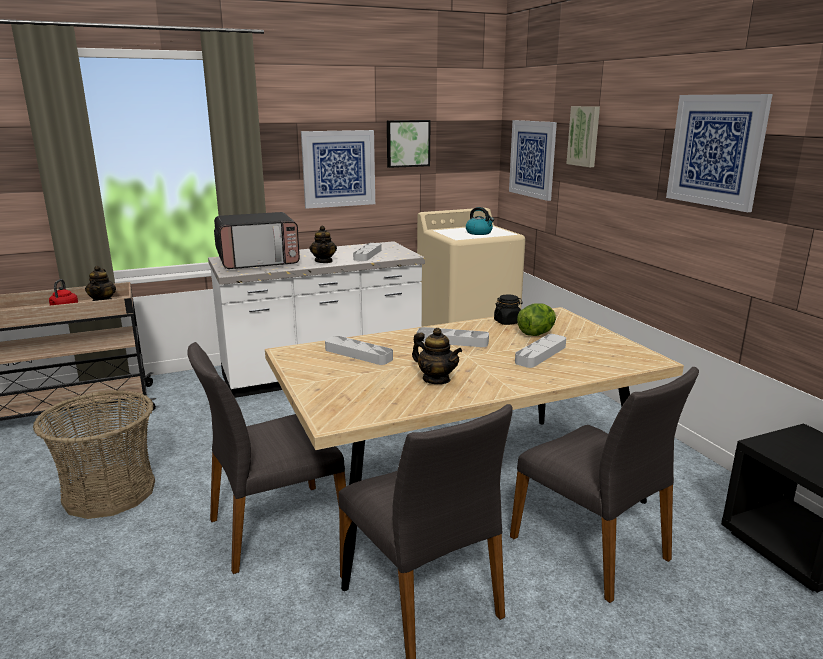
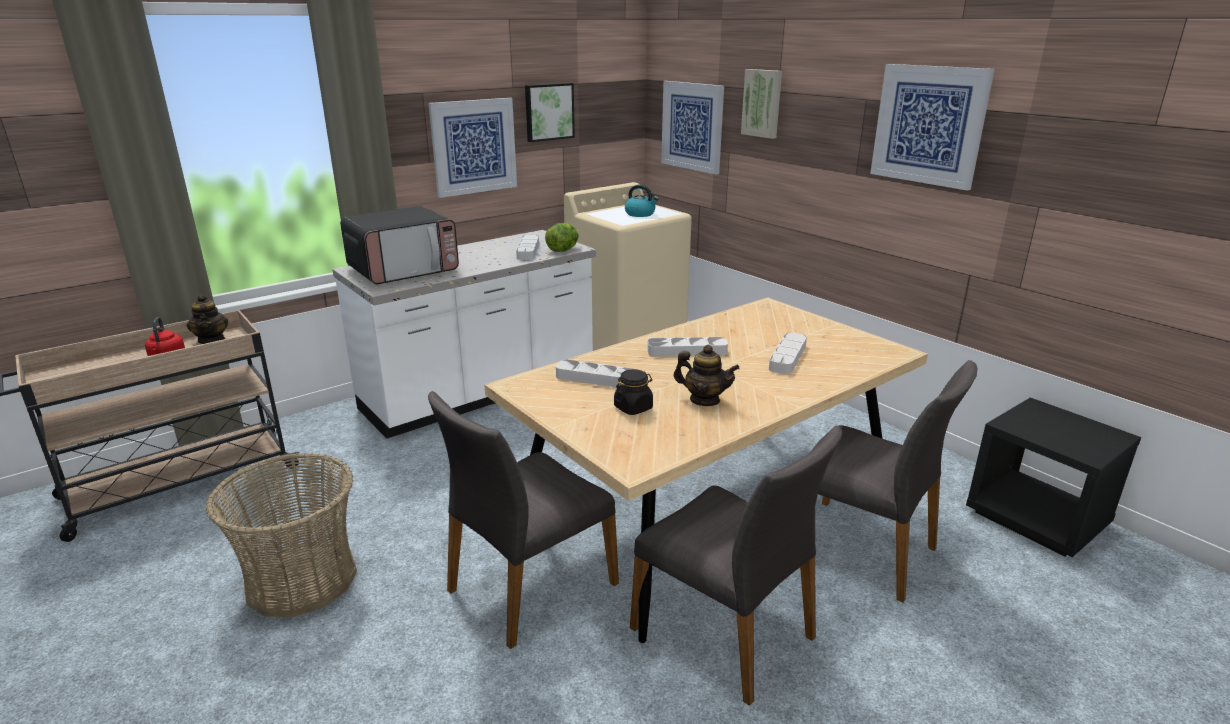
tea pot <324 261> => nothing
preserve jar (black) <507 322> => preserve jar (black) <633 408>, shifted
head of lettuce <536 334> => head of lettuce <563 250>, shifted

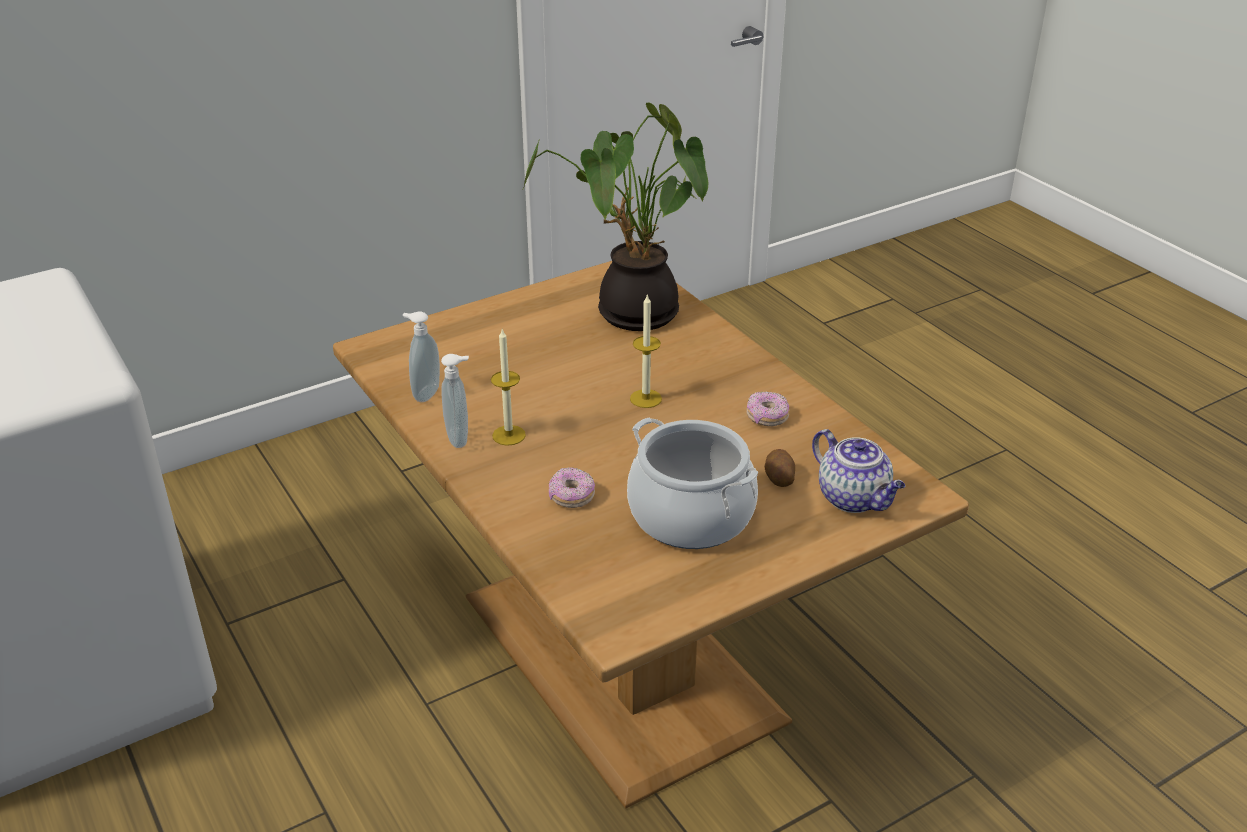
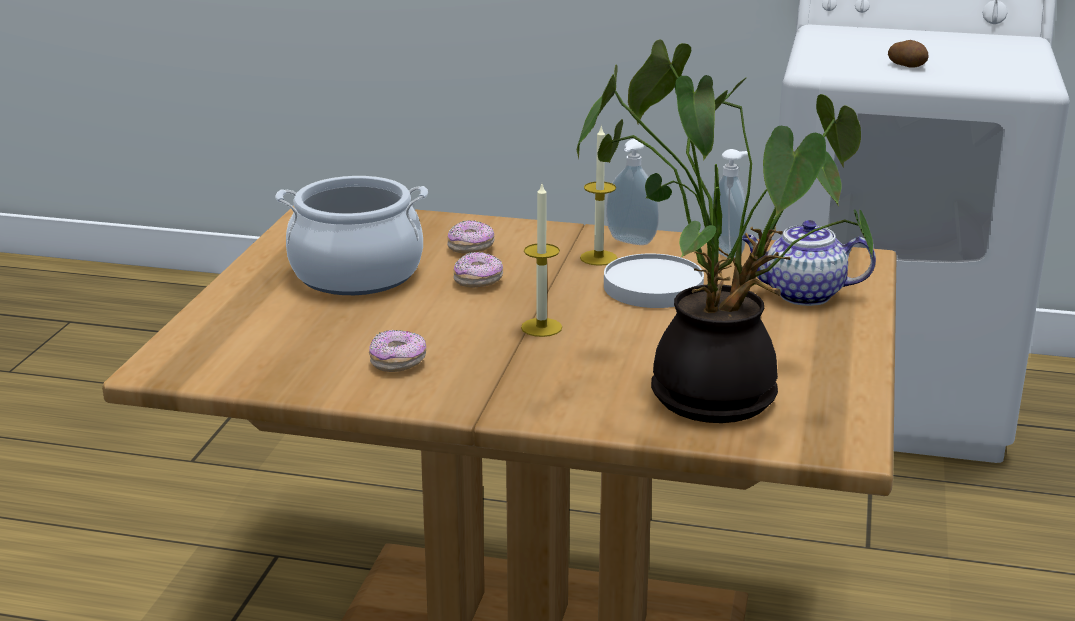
tea pot <854 499> => tea pot <802 295>, shifted
potato <778 478> => potato <907 66>, shifted
nothing => ring doughnut <478 281>
nothing => plate (white) <652 286>

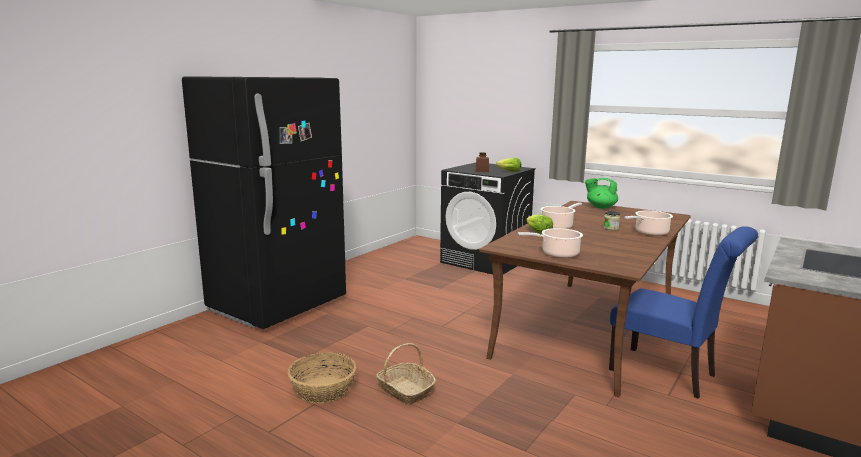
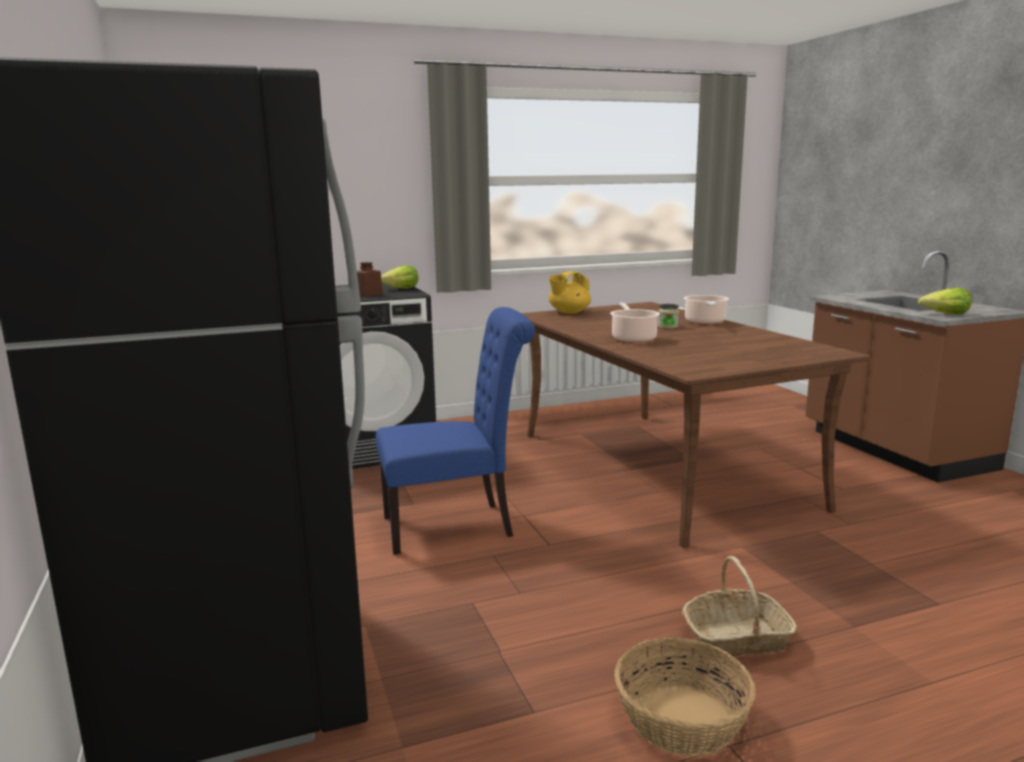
tea pot (greenish) <600 207> => tea pot (yellow-coloured) <569 312>
head of lettuce <538 233> => head of lettuce <945 314>, shifted
plain chair (bluish) <669 374> => plain chair (bluish) <456 526>, shifted
saucepot <557 254> => nothing

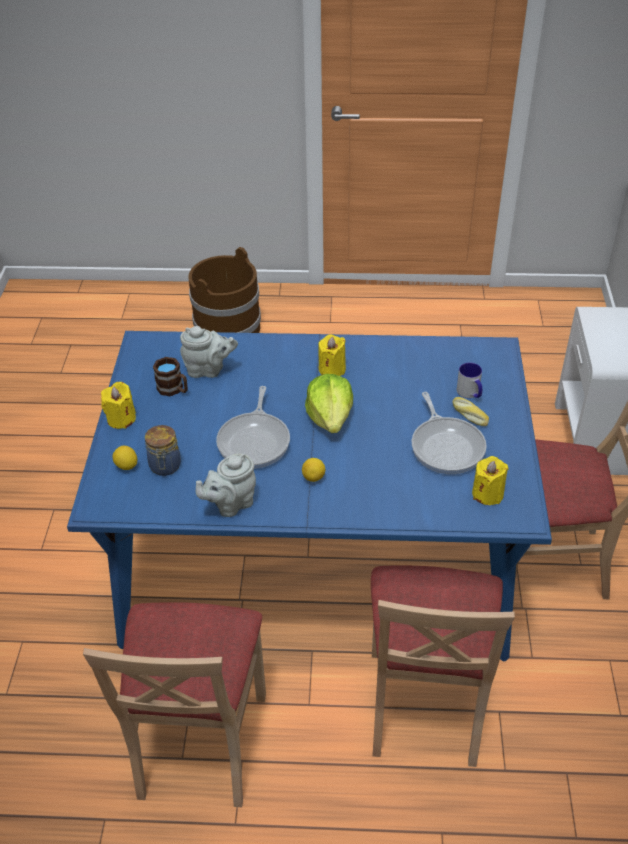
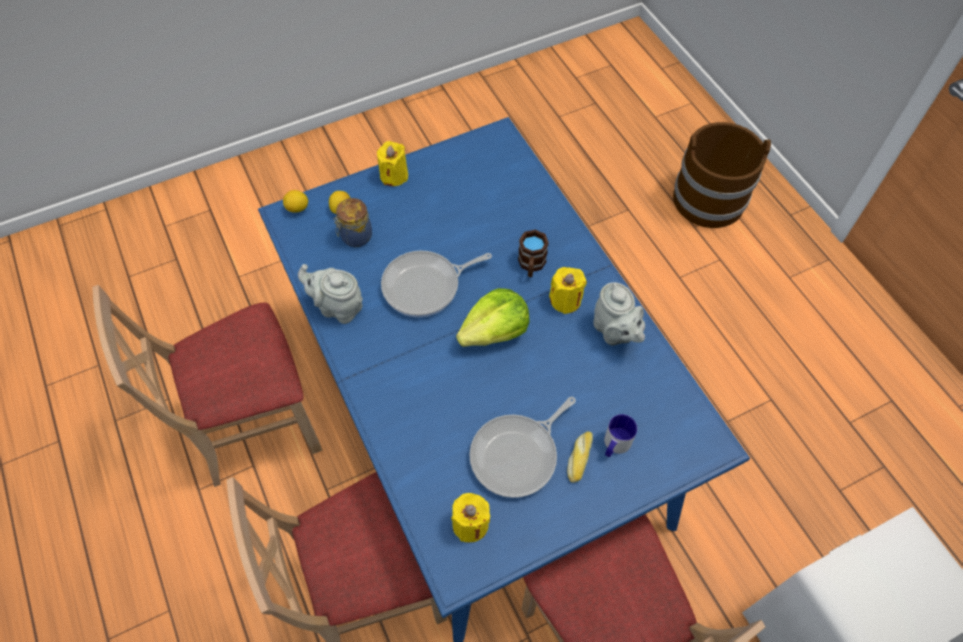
tea pot (grey) <208 370> => tea pot (grey) <615 332>, shifted
tea mug (brownish) <174 389> => tea mug (brownish) <531 265>, shifted
citrus fruit <313 477> => citrus fruit <297 208>, shifted

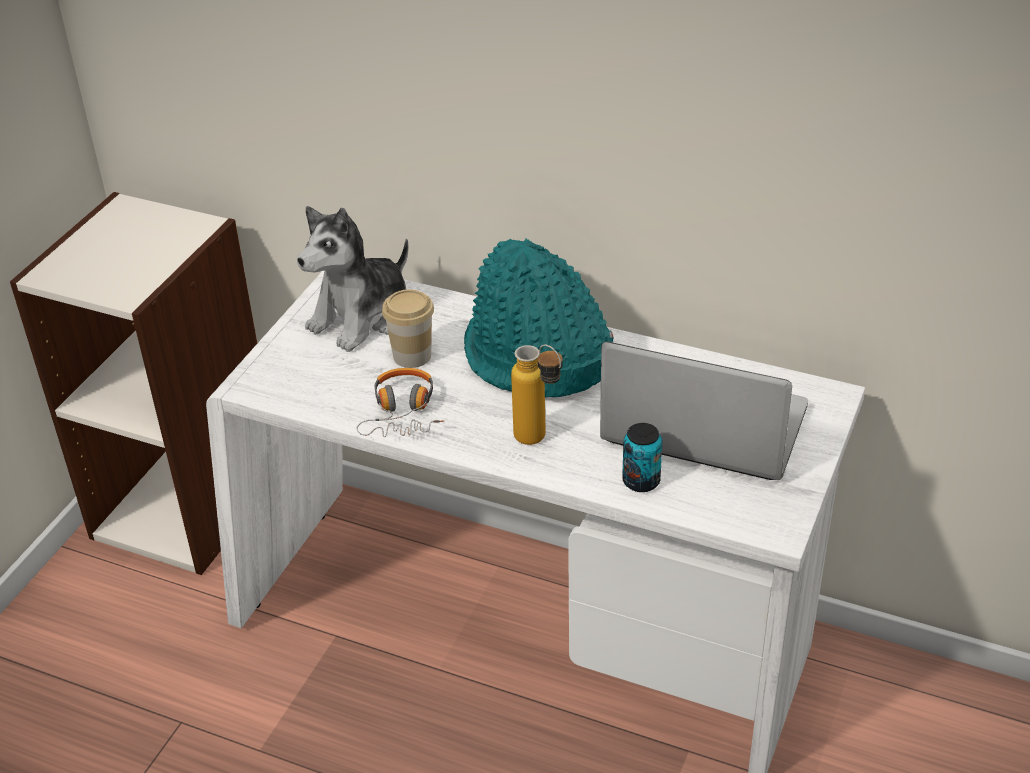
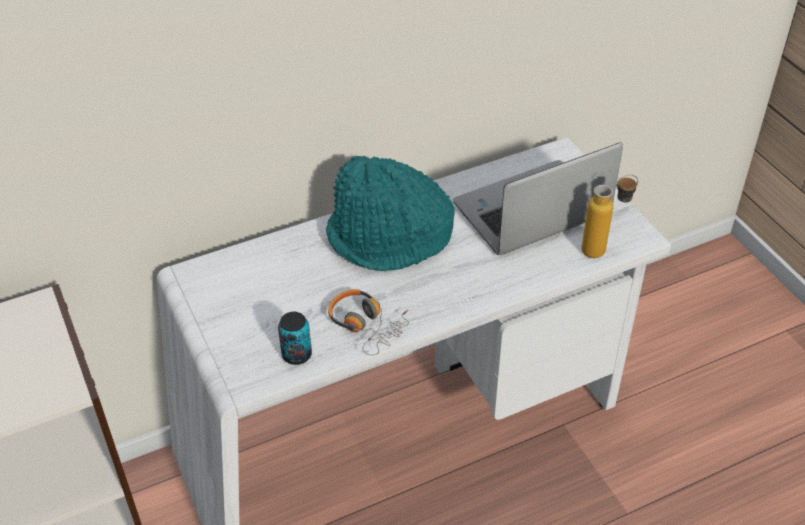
plush toy <362 318> => nothing
small cup <412 356> => nothing
drink bottle <539 441> => drink bottle <603 250>, shifted
sealed can <641 481> => sealed can <297 355>, shifted

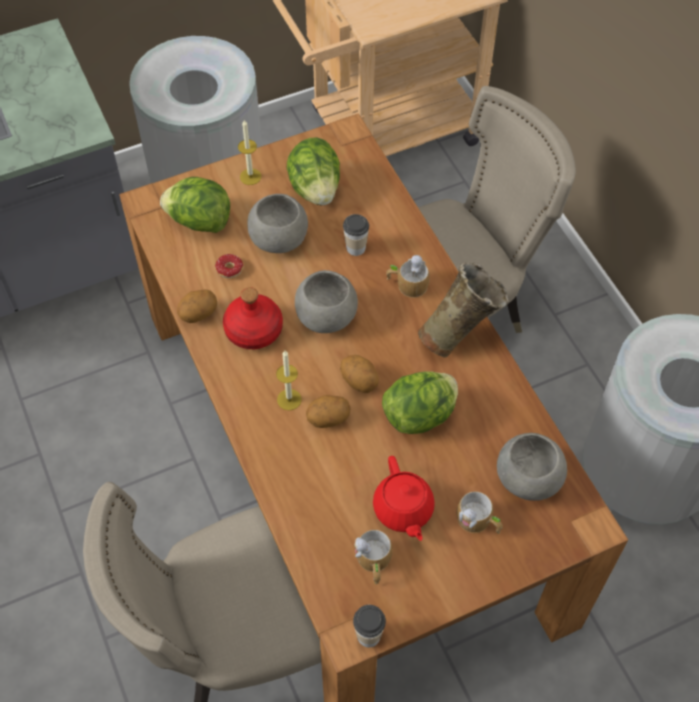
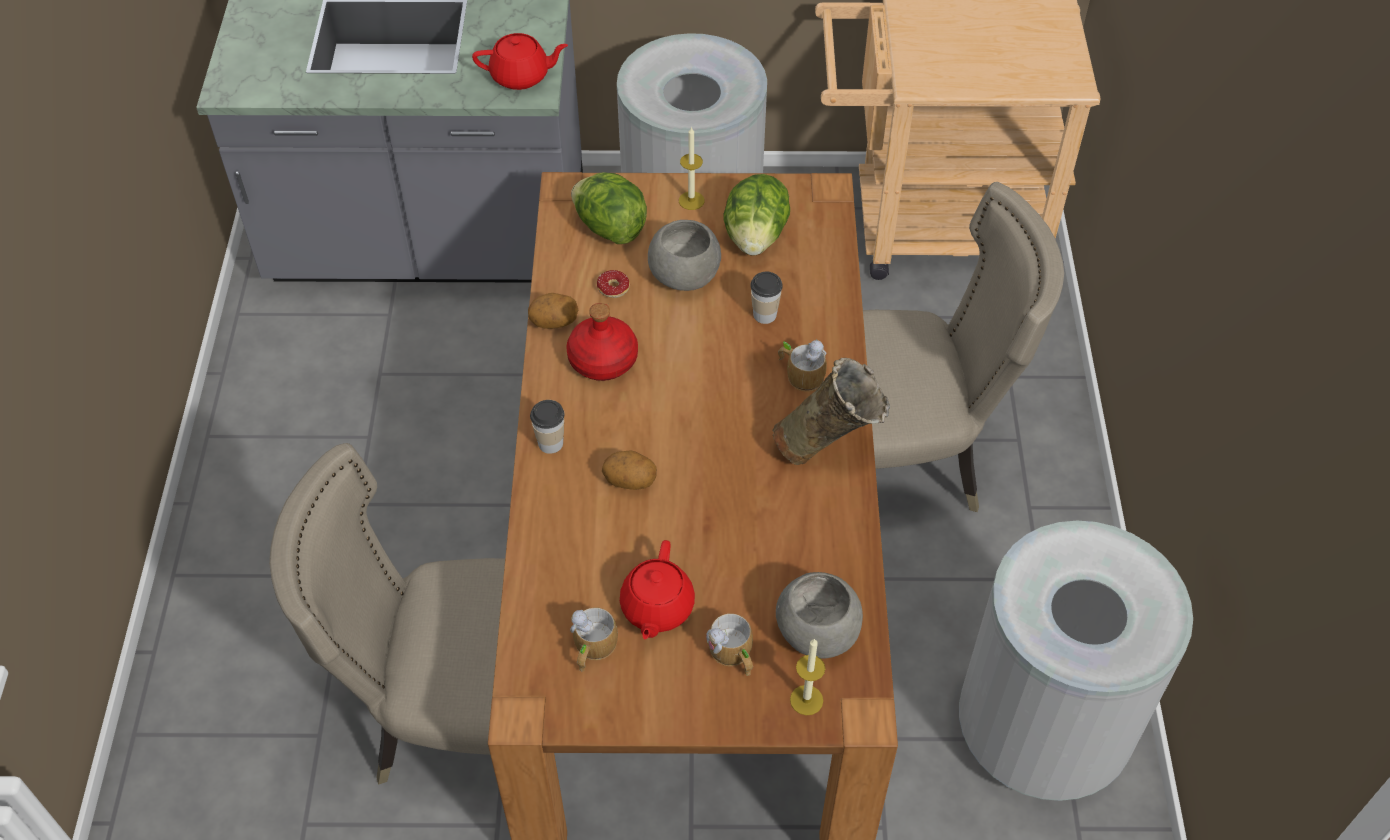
deep dish (grey) <325 316> => nothing
candle <289 399> => candle <806 700>, shifted
potato <359 381> => nothing
head of lettuce <420 415> => nothing
small cup <368 635> => small cup <550 443>, shifted
nothing => tea pot (red) <521 76>

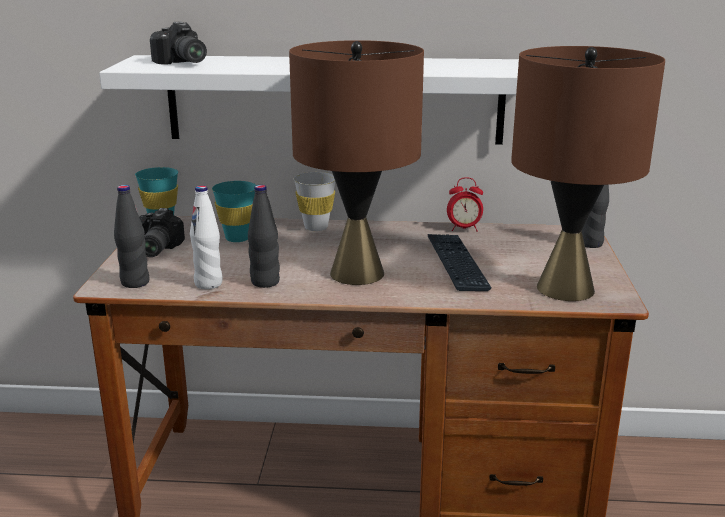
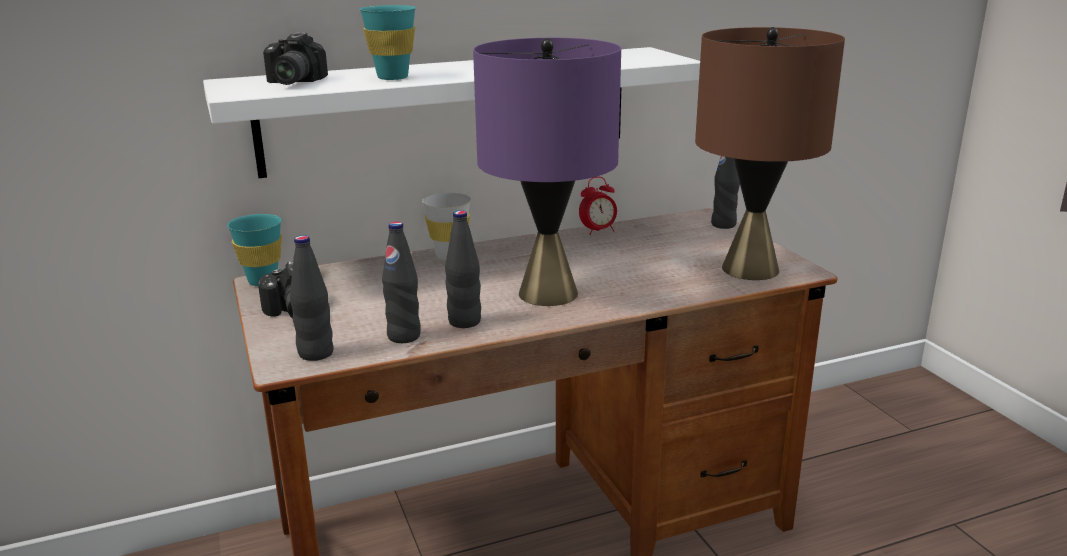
still camera <181 63> => still camera <290 82>, 60 degrees clockwise
table lamp (brownish) <356 273> => table lamp (purple-coloured) <547 293>
small cup (blue-green) <237 238> => small cup (blue-green) <392 77>, shifted
drink bottle (white) <208 283> => drink bottle (black) <404 336>
computer keyboard <456 263> => nothing

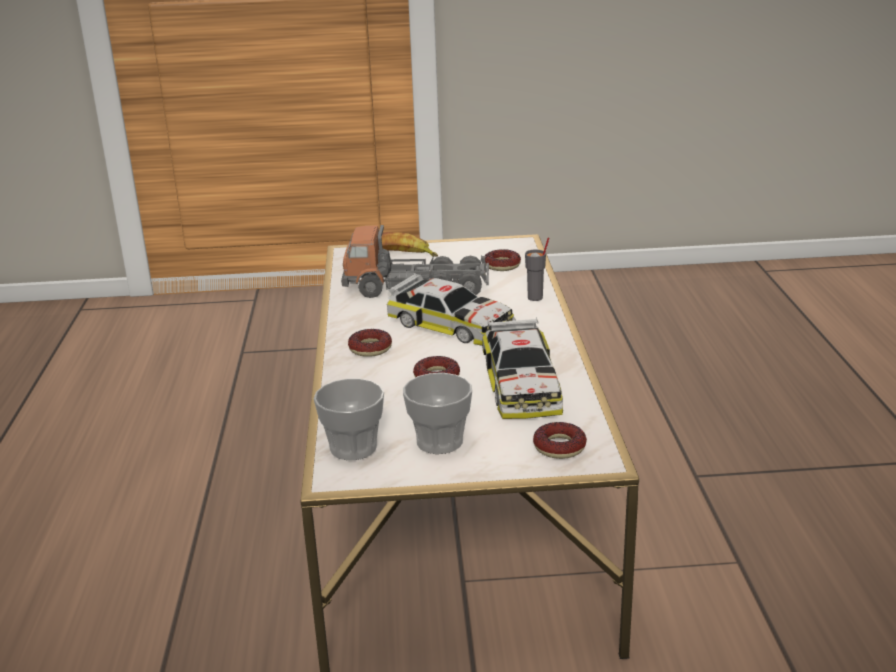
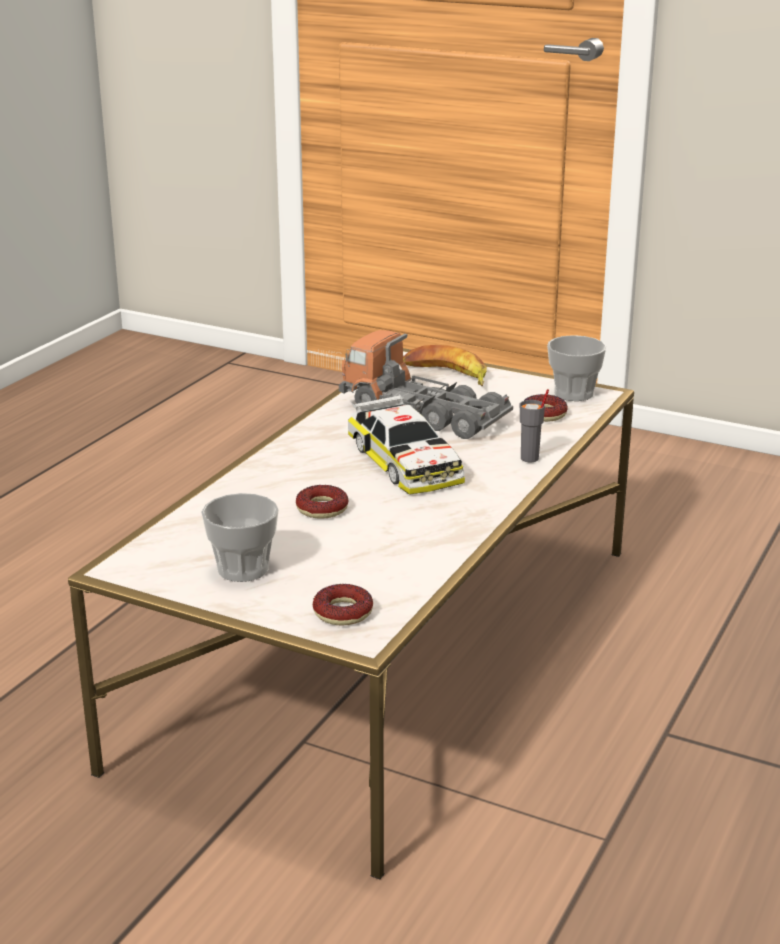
miniature car <522 385> => nothing
ring doughnut <370 348> => nothing
small cup <353 448> => small cup <573 393>, shifted

